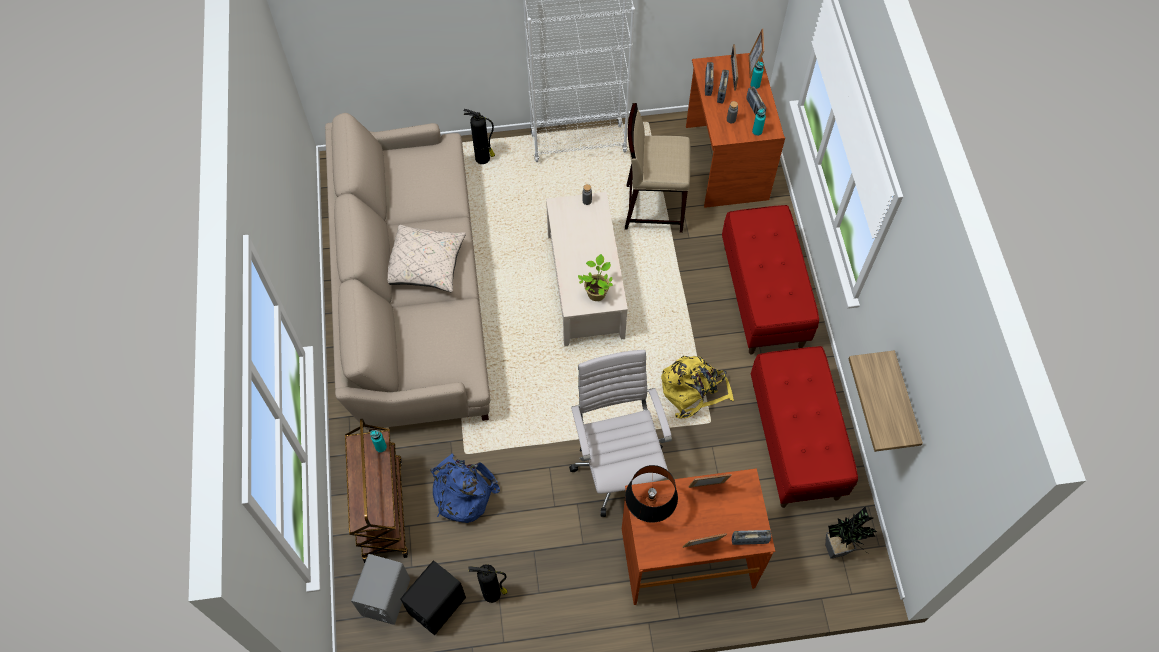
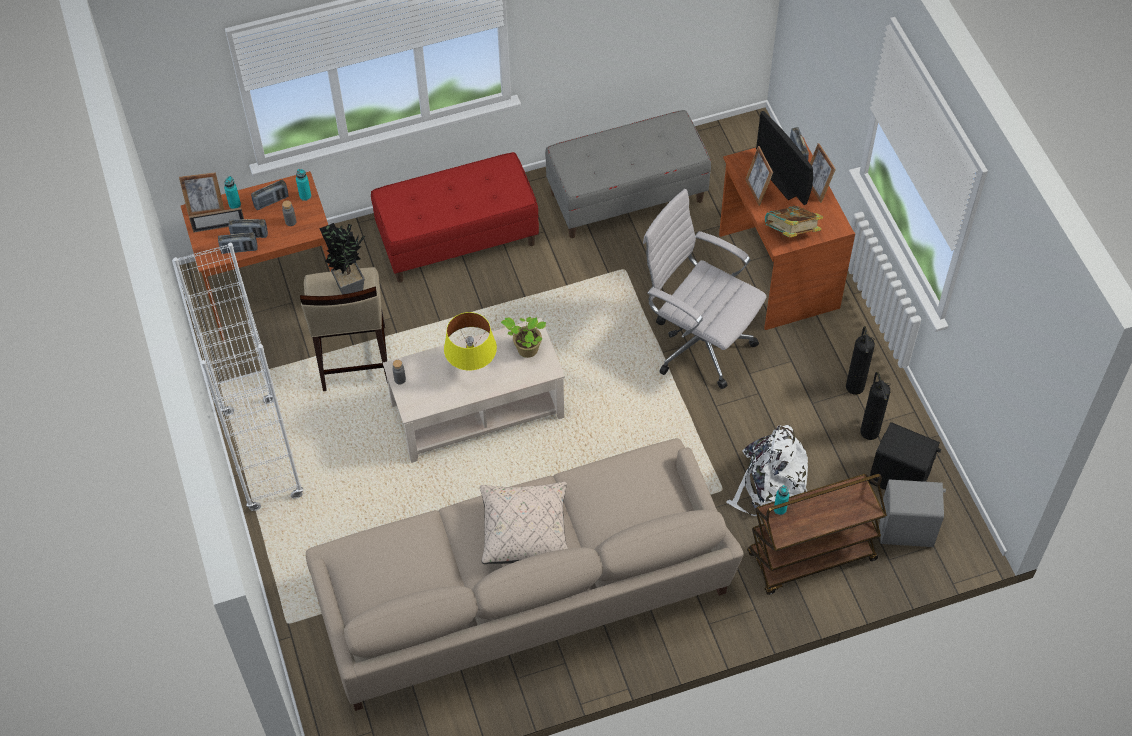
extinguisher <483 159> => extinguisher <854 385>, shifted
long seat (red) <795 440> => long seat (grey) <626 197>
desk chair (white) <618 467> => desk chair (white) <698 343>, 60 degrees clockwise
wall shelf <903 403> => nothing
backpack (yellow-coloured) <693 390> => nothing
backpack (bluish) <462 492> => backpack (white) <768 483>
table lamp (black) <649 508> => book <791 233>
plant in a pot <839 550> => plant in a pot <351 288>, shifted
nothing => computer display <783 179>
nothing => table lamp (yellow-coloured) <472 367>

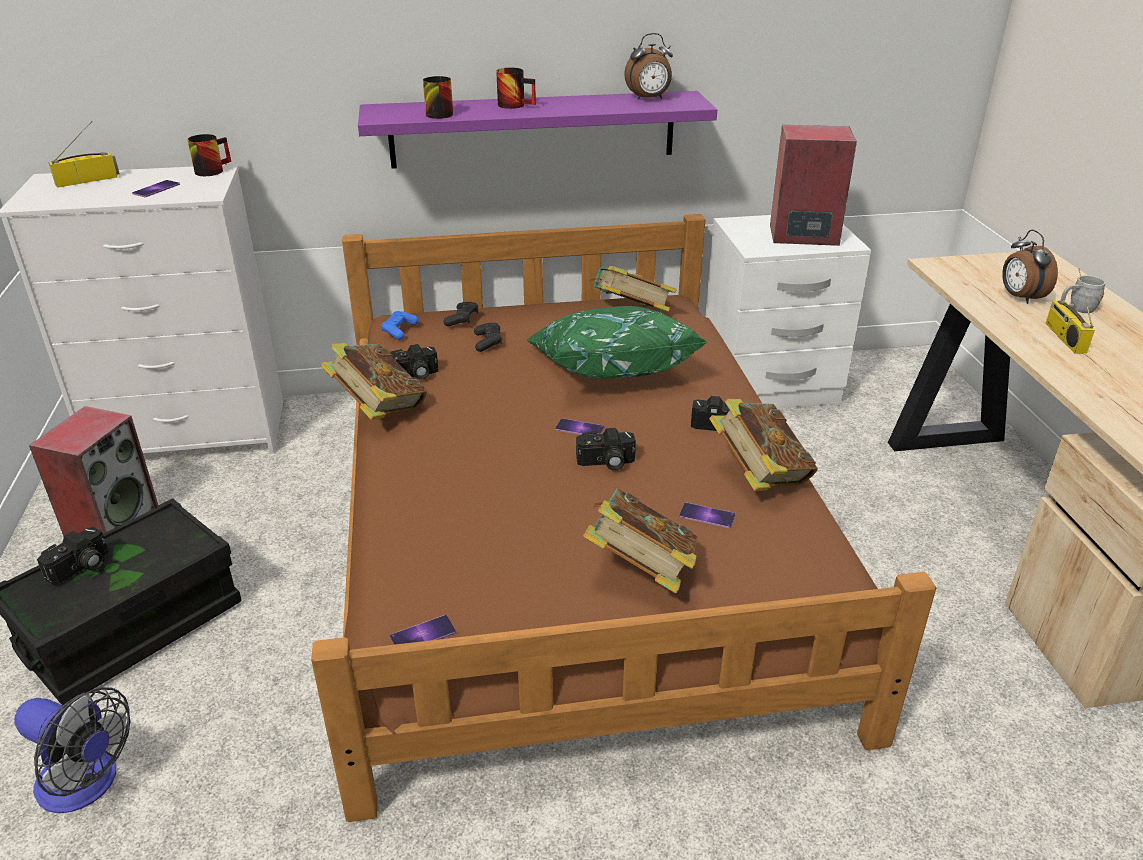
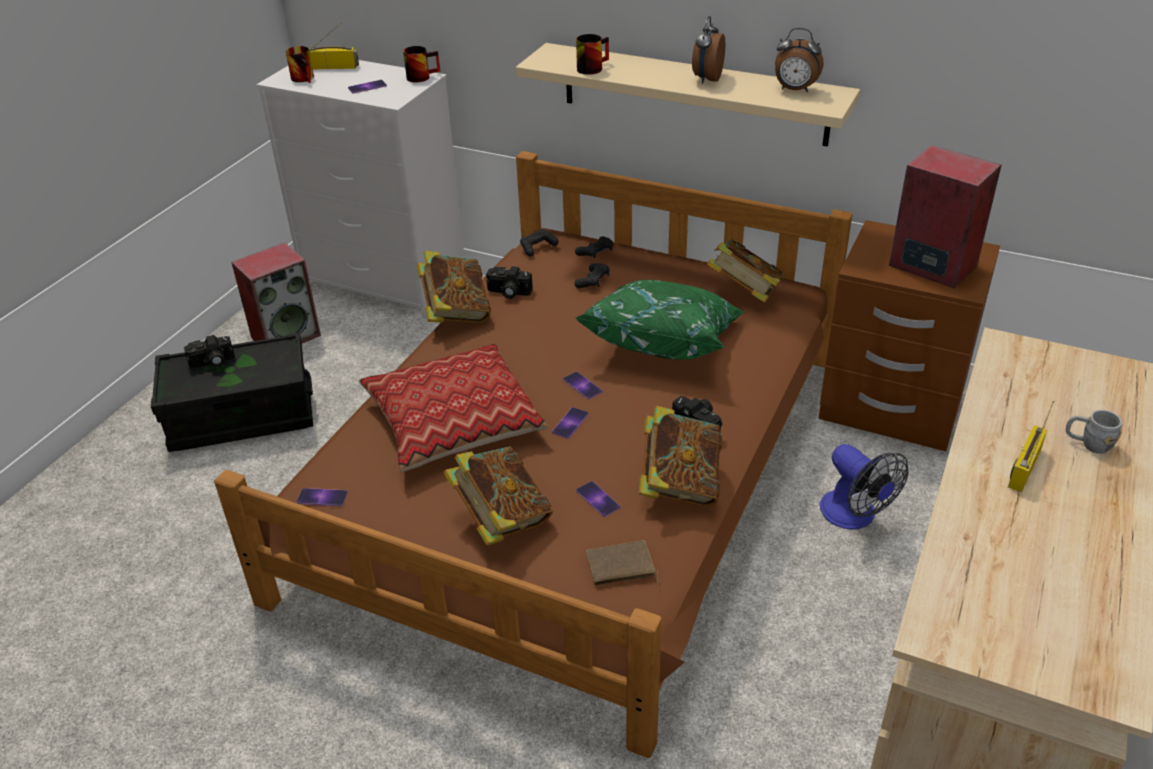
tea mug <516 105> => tea mug <306 78>, shifted
wall shelf (purple-coloured) <533 129> => wall shelf (beige-coloured) <693 94>
bedside table (white) <769 386> => bedside table (brownish) <890 407>
bedside clock <1019 297> => bedside clock <706 79>, shifted
game controller (bluish) <399 330> => game controller (black) <537 247>
still camera <606 463> => phone <570 423>
electric fan <87 785> => electric fan <854 516>, shifted
nothing => pillow <453 421>
nothing => book (brownish) <620 568>

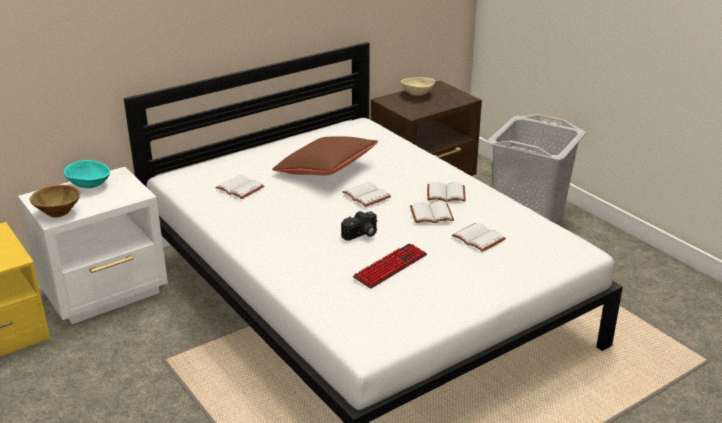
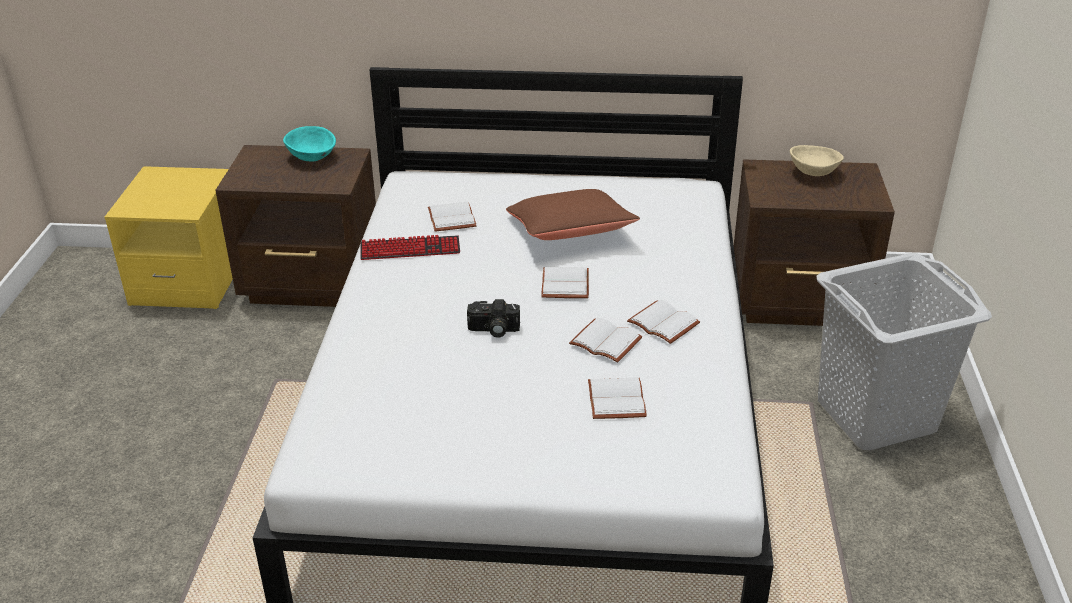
bedside table (white) <106 292> => bedside table (brownish) <313 284>
deep dish (brownish) <58 213> => nothing
computer keyboard <390 267> => computer keyboard <410 249>, shifted

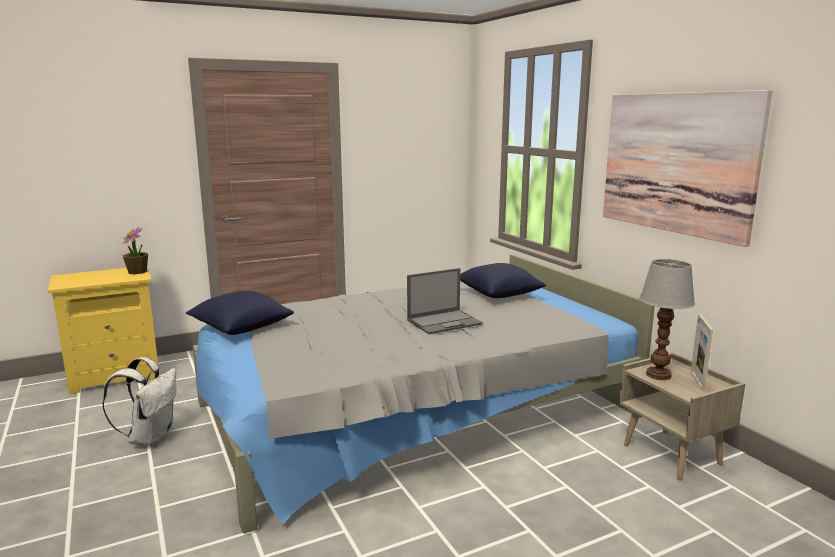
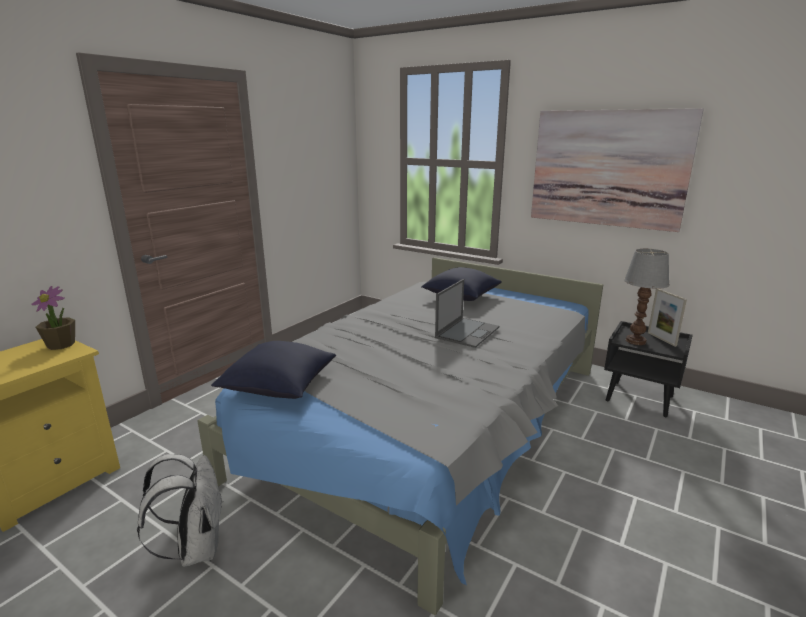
bedside table (beige-coloured) <673 454> => bedside table (black) <640 398>

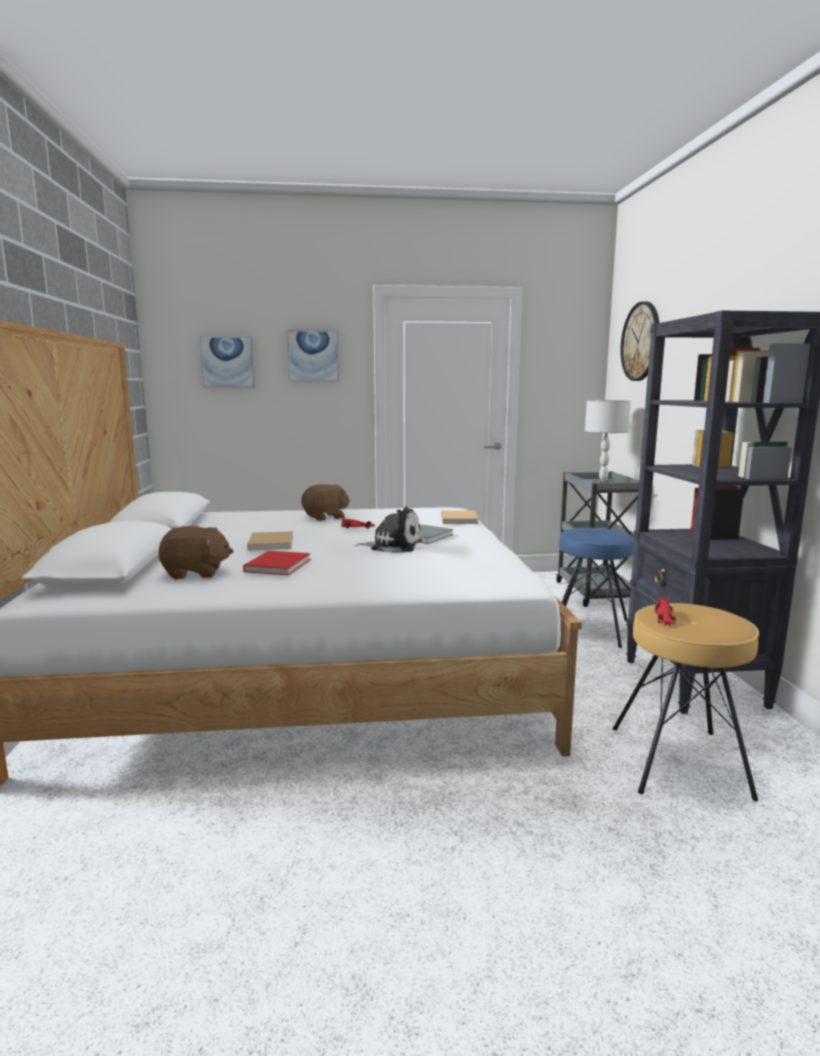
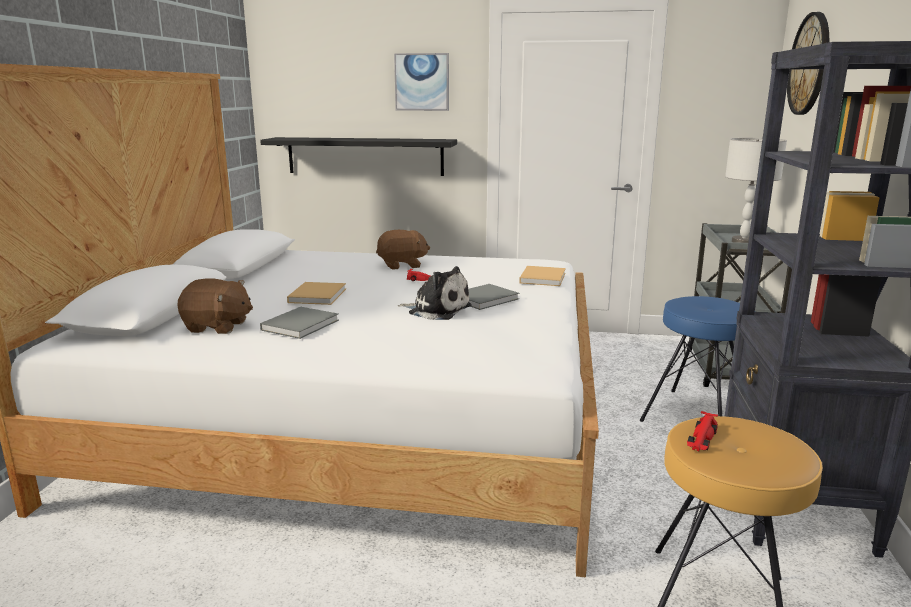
picture <228 362> => nothing
book (red) <279 565> => book (grey) <302 324>
nothing => wall shelf (black) <365 156>

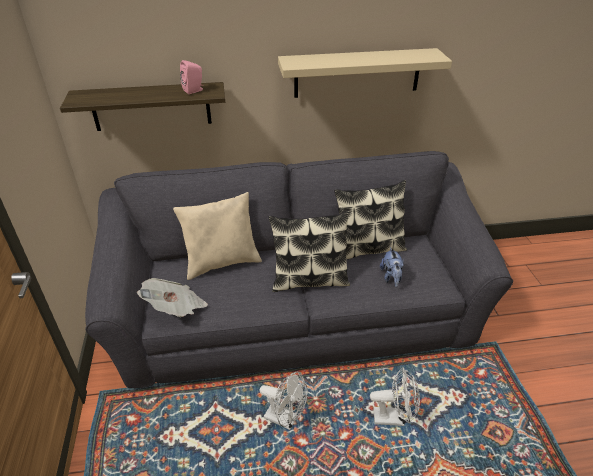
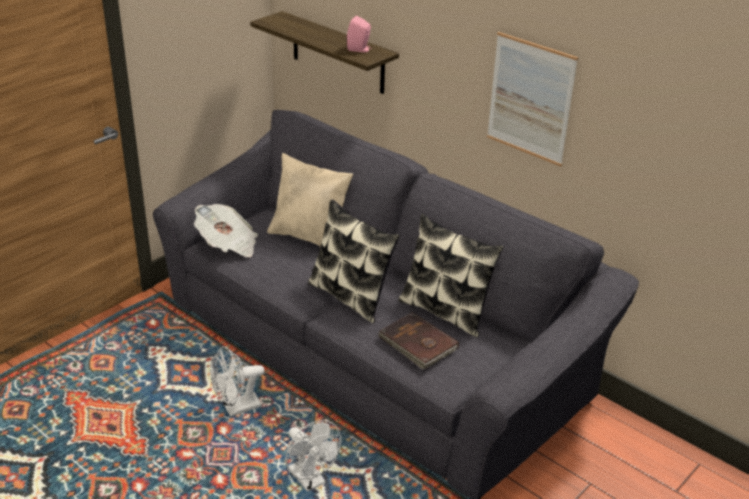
wall shelf (beige-coloured) <357 73> => picture <530 99>
plush toy <391 277> => book (brownish) <417 344>
electric fan (white) <286 419> => electric fan (white) <237 409>, 75 degrees clockwise

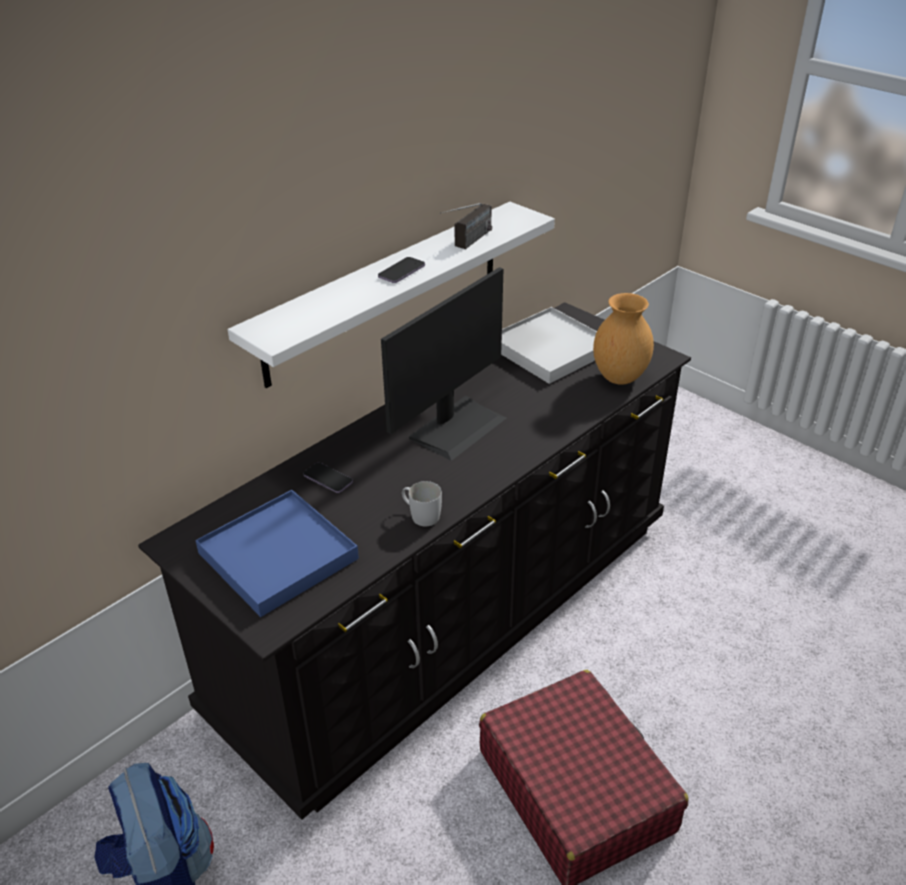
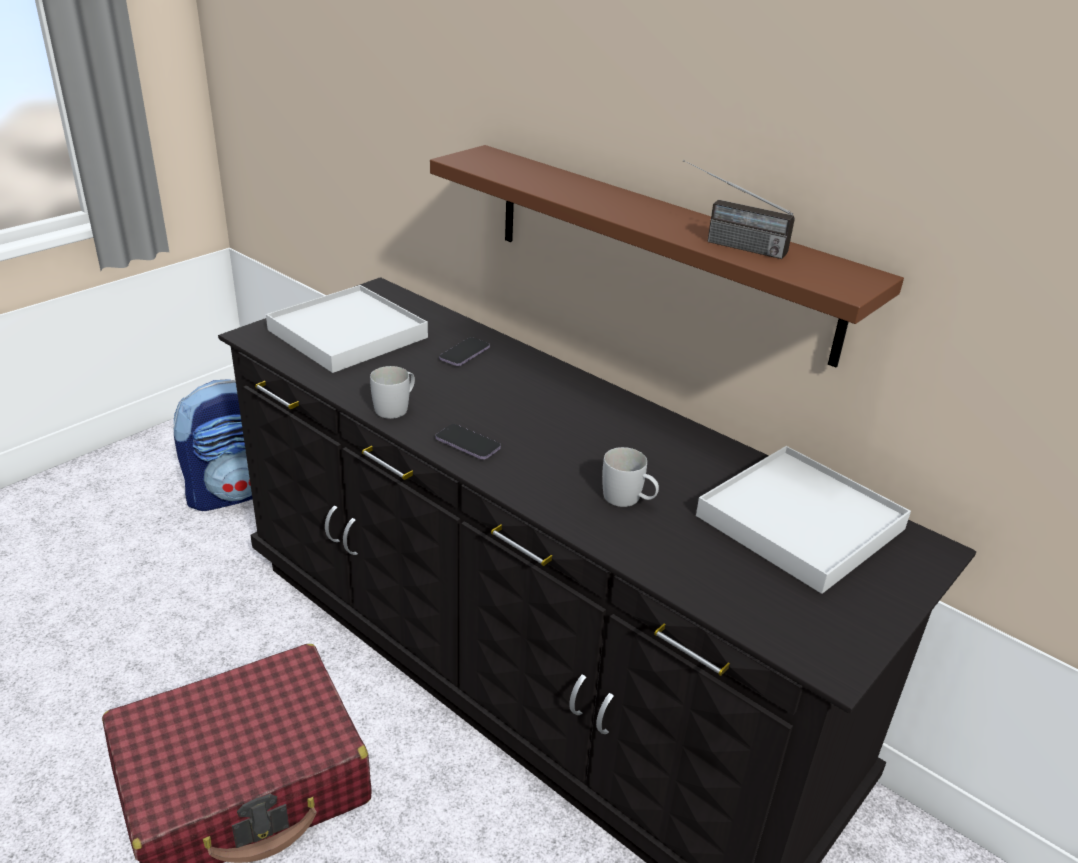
wall shelf (white) <386 292> => wall shelf (brownish) <659 249>
phone <401 272> => phone <468 444>, shifted
computer display <457 426> => nothing
vase (brownish) <620 377> => nothing
serving tray (bluish) <277 556> => serving tray (white) <348 333>
nothing => tea mug (white) <628 499>

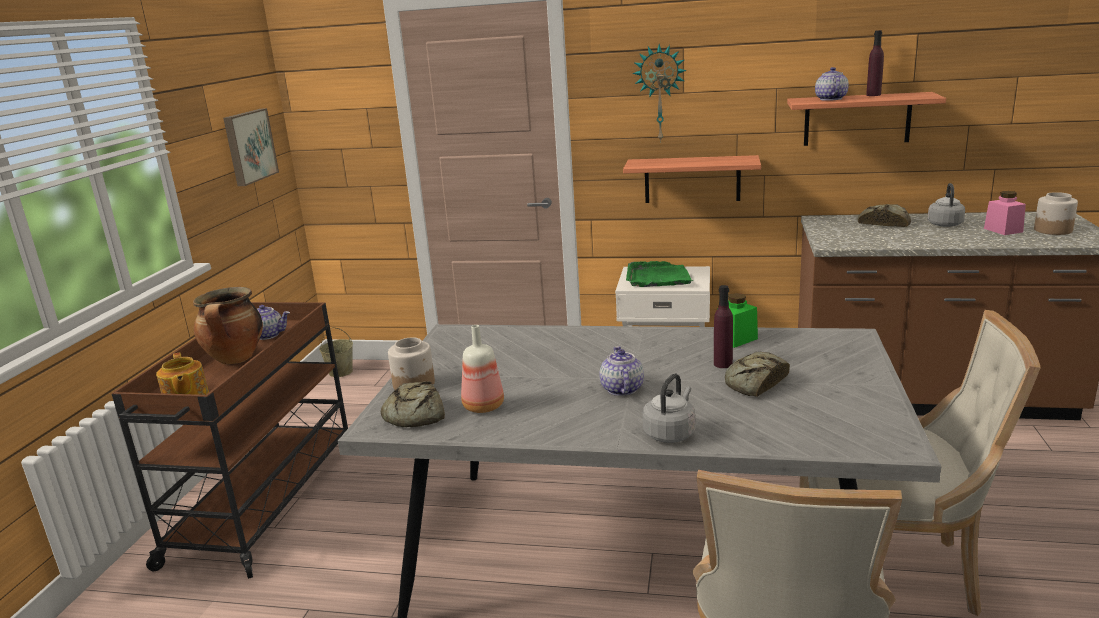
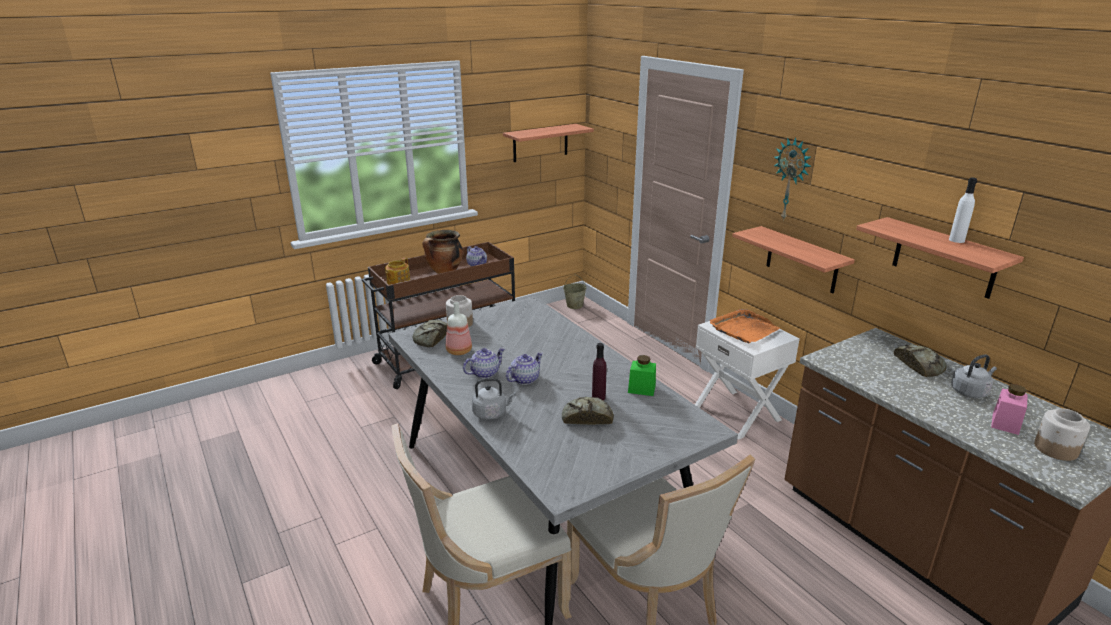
drink bottle (purple-coloured) <873 95> => drink bottle (white) <956 240>
tea pot <830 99> => tea pot <485 373>, shifted
picture <248 146> => wall shelf <540 143>
serving tray (greenish) <658 277> => serving tray (orange) <743 329>

